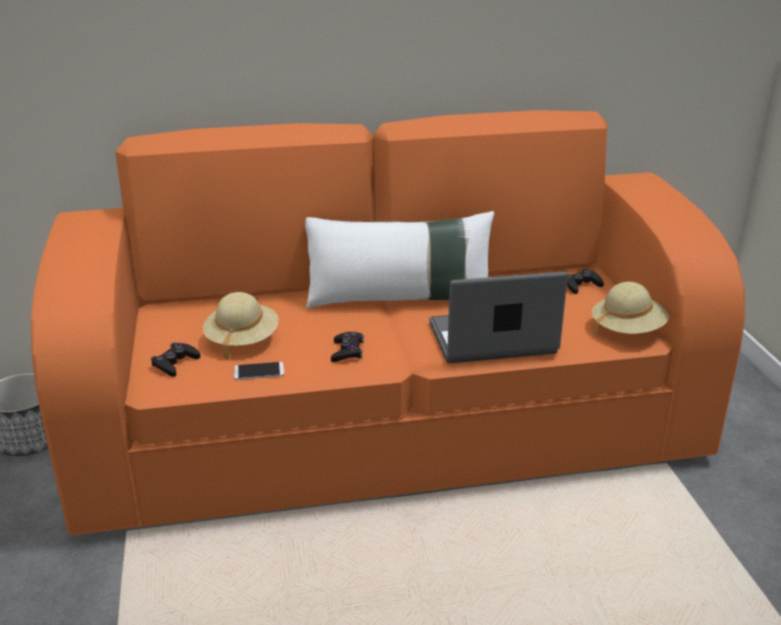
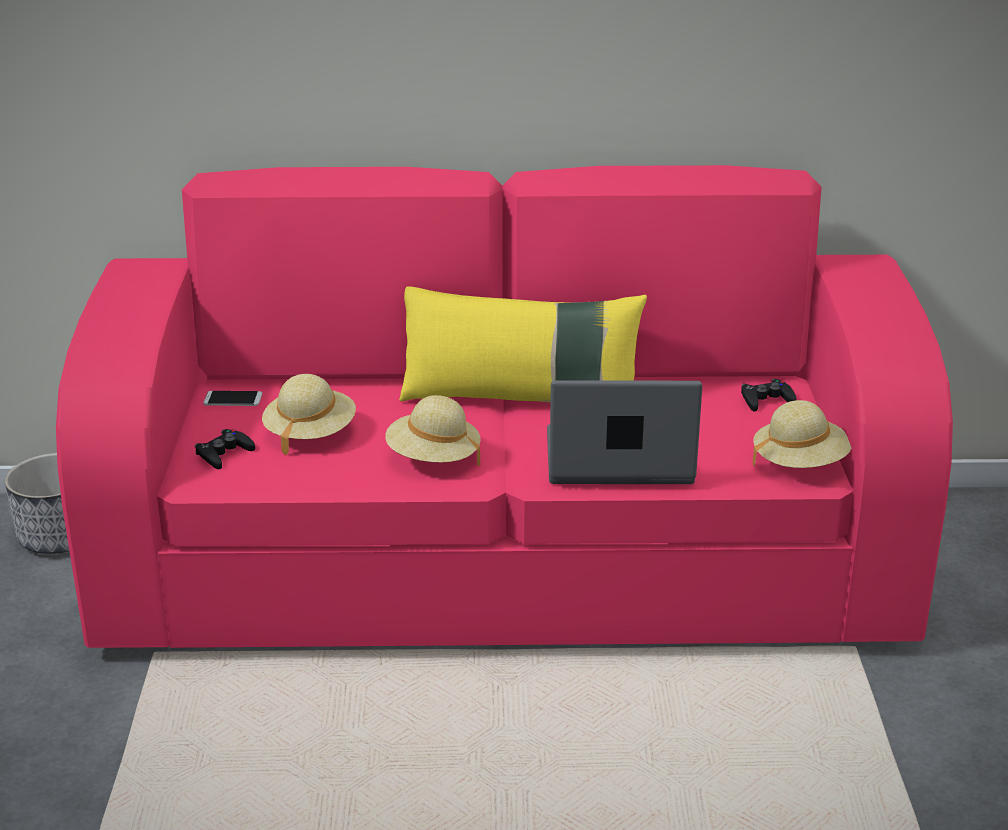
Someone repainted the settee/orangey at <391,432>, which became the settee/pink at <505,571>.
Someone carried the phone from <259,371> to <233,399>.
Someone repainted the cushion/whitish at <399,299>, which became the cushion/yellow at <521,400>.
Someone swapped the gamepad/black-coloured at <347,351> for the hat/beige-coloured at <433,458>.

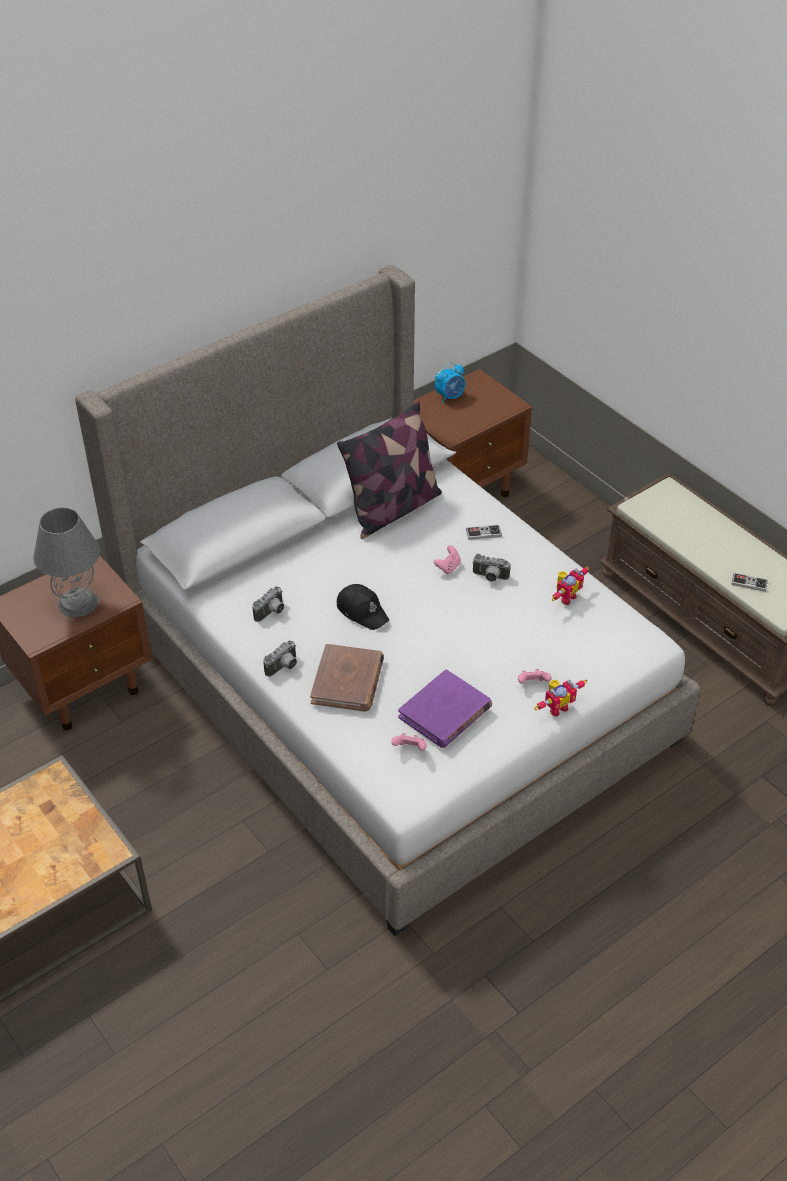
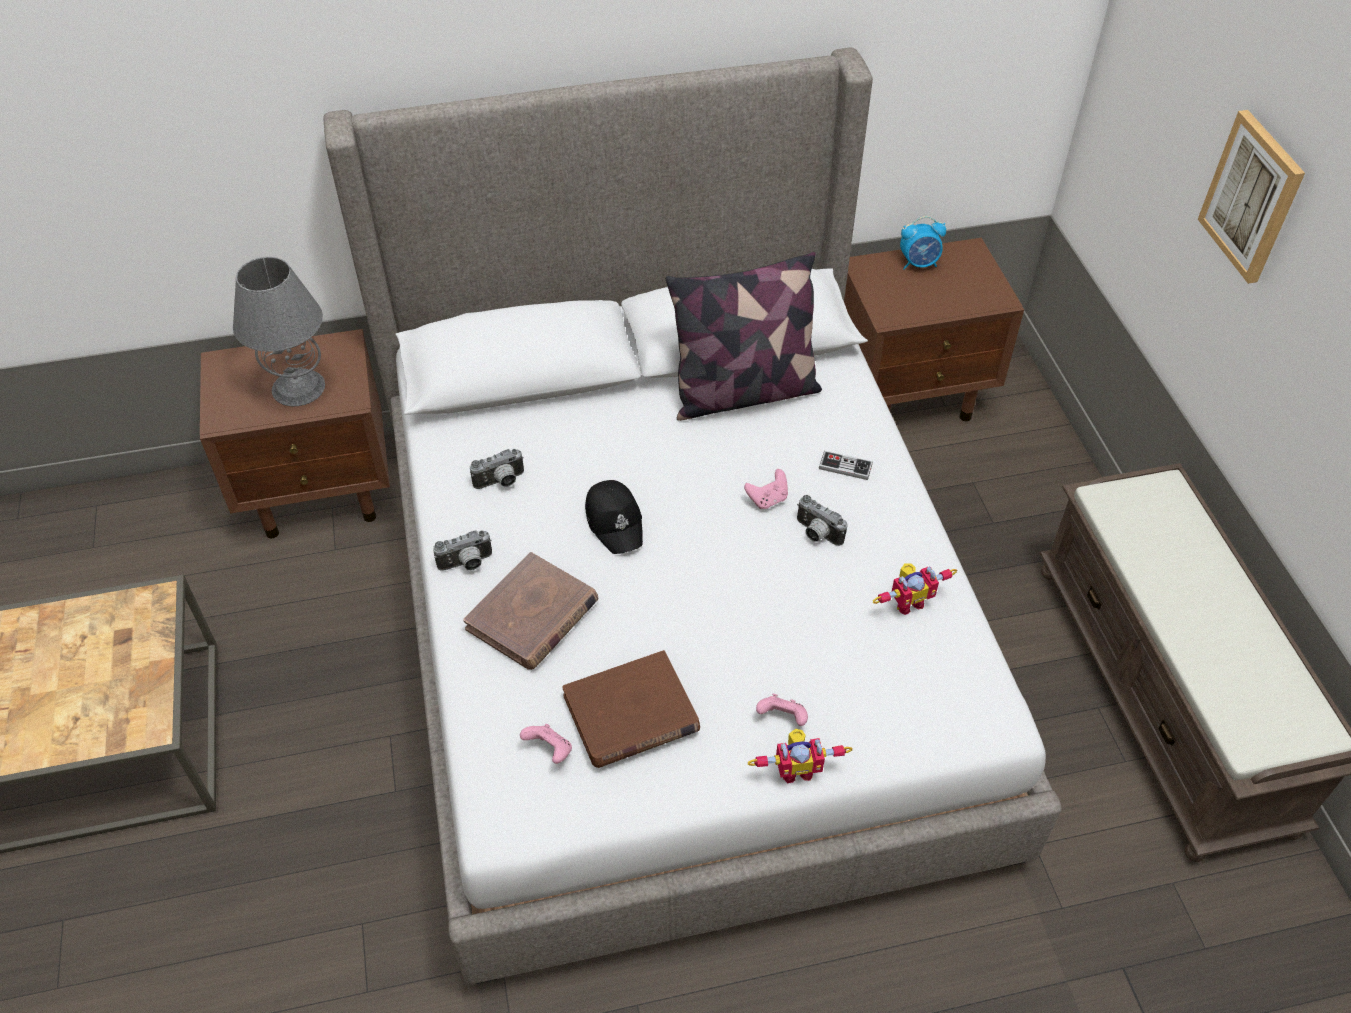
Someone repainted the bound book/purple at <445,712>, which became the bound book/brown at <631,714>.
Someone took away the gamepad at <749,583>.
Someone put up the picture at <1252,197>.

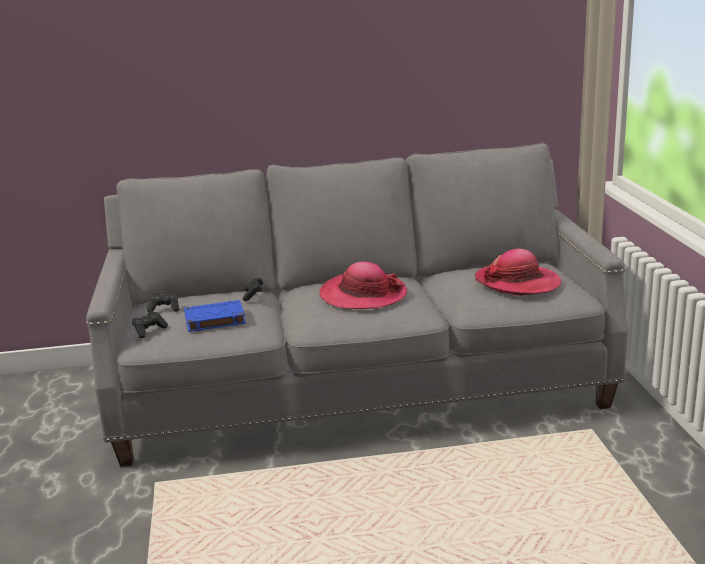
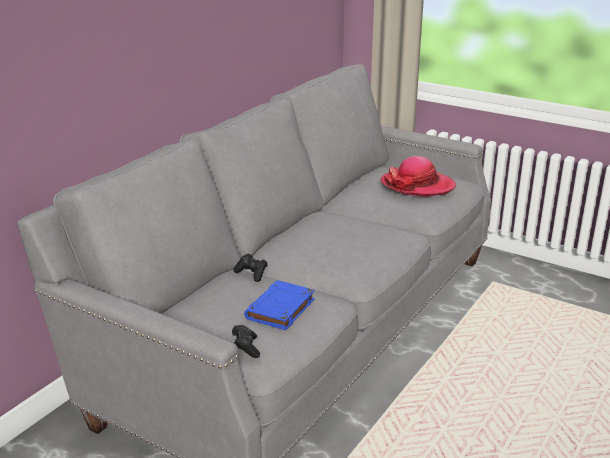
Someone took away the gamepad/black-coloured at <164,309>.
Someone took away the hat at <363,295>.

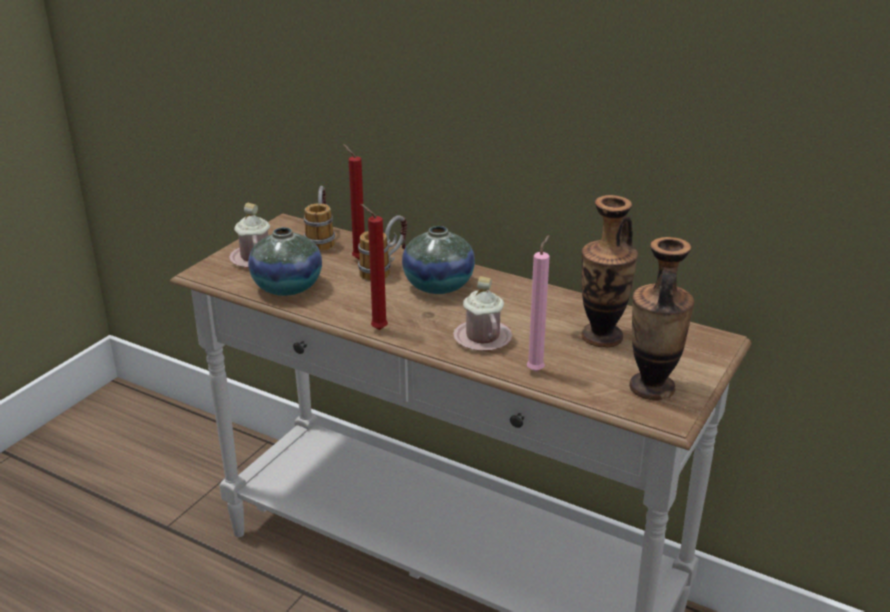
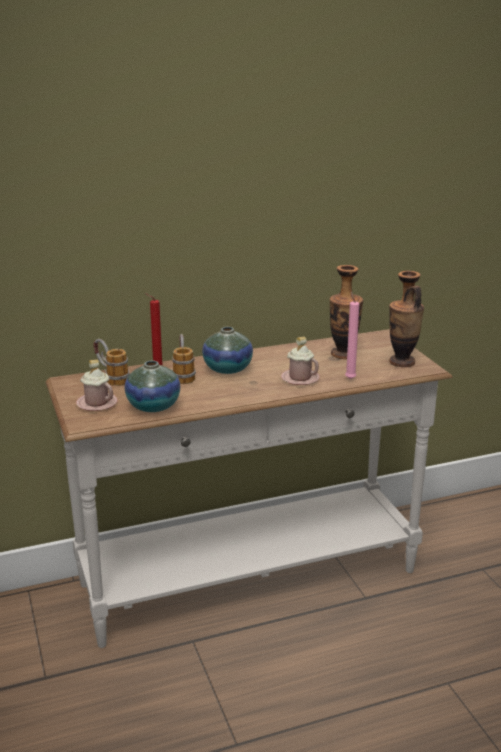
Someone took away the candle/red-coloured at <376,329>.

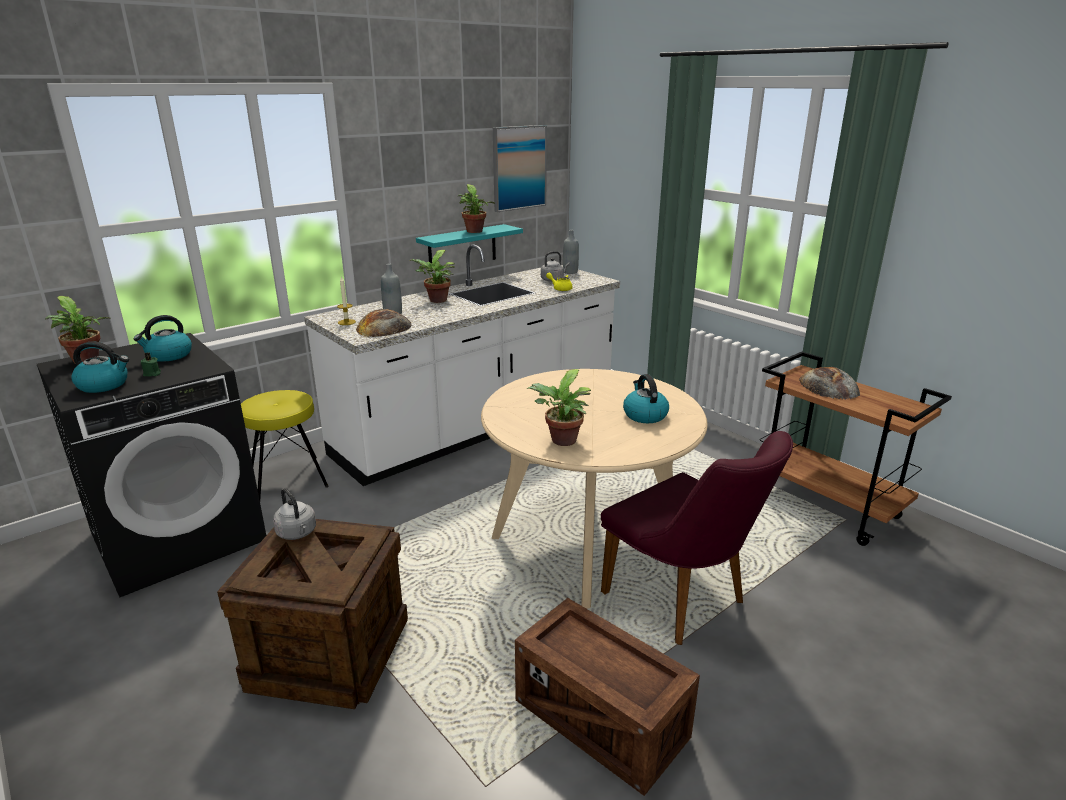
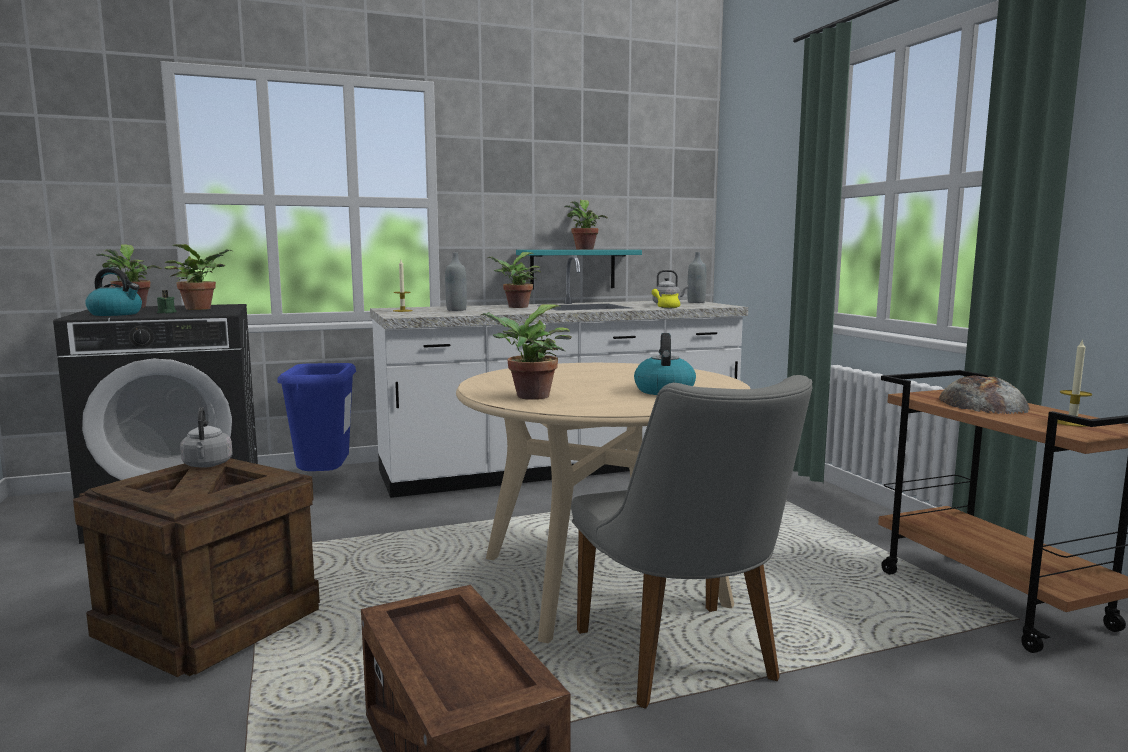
Someone swapped the water kettle at <168,355> for the plant in a pot at <201,308>.
Someone swapped the sitting stool/yellow at <289,479> for the waste bin/blue at <324,483>.
Someone took away the bread at <384,327>.
Someone took away the picture at <519,168>.
Someone repainted the plain chair/purple at <683,602>, which became the plain chair/greyish at <685,663>.
Someone put down the candle at <1072,423>.

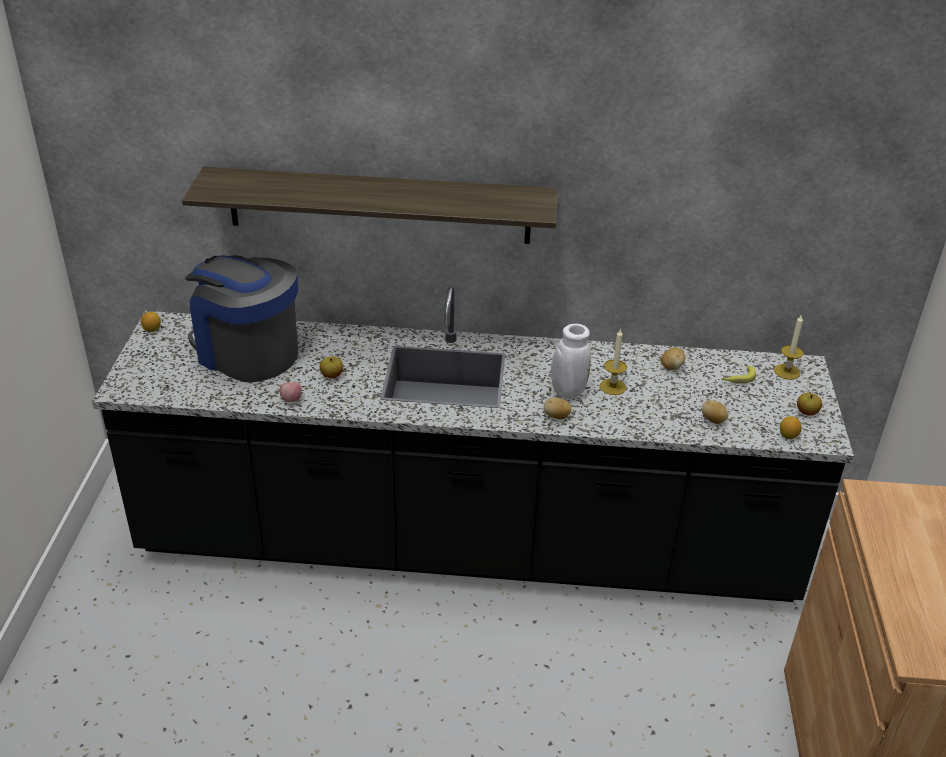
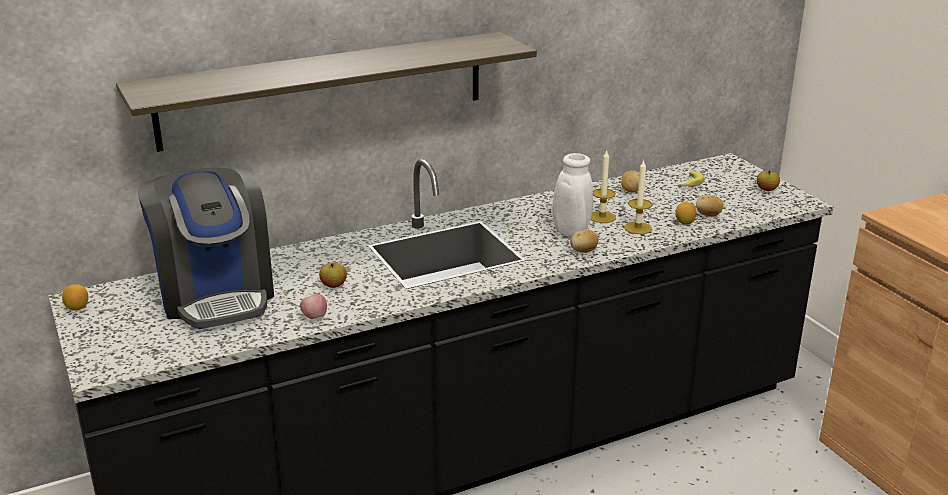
Someone rotated the coffee maker at <246,352> by 120 degrees counterclockwise.
Someone carried the candle from <787,372> to <638,228>.
Someone carried the whole lemon from <788,436> to <684,223>.

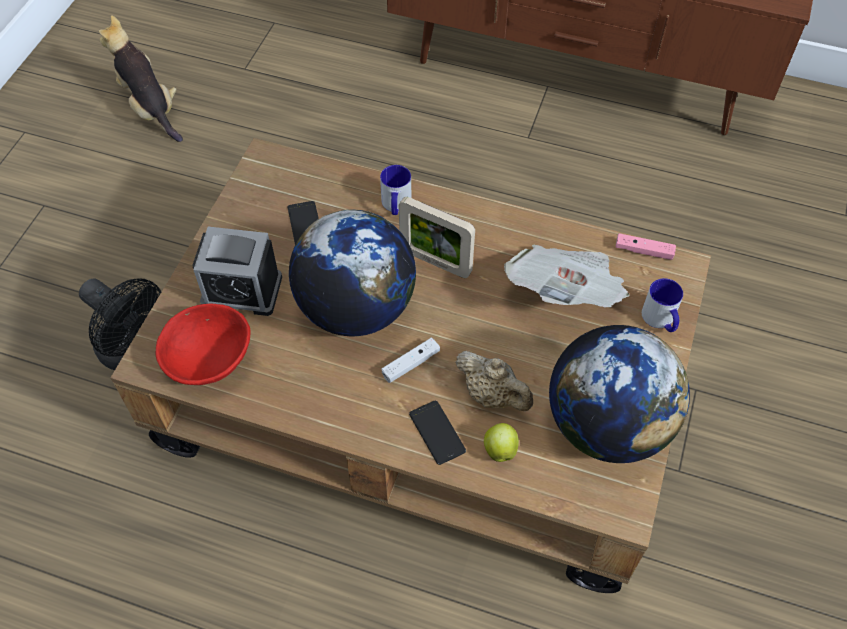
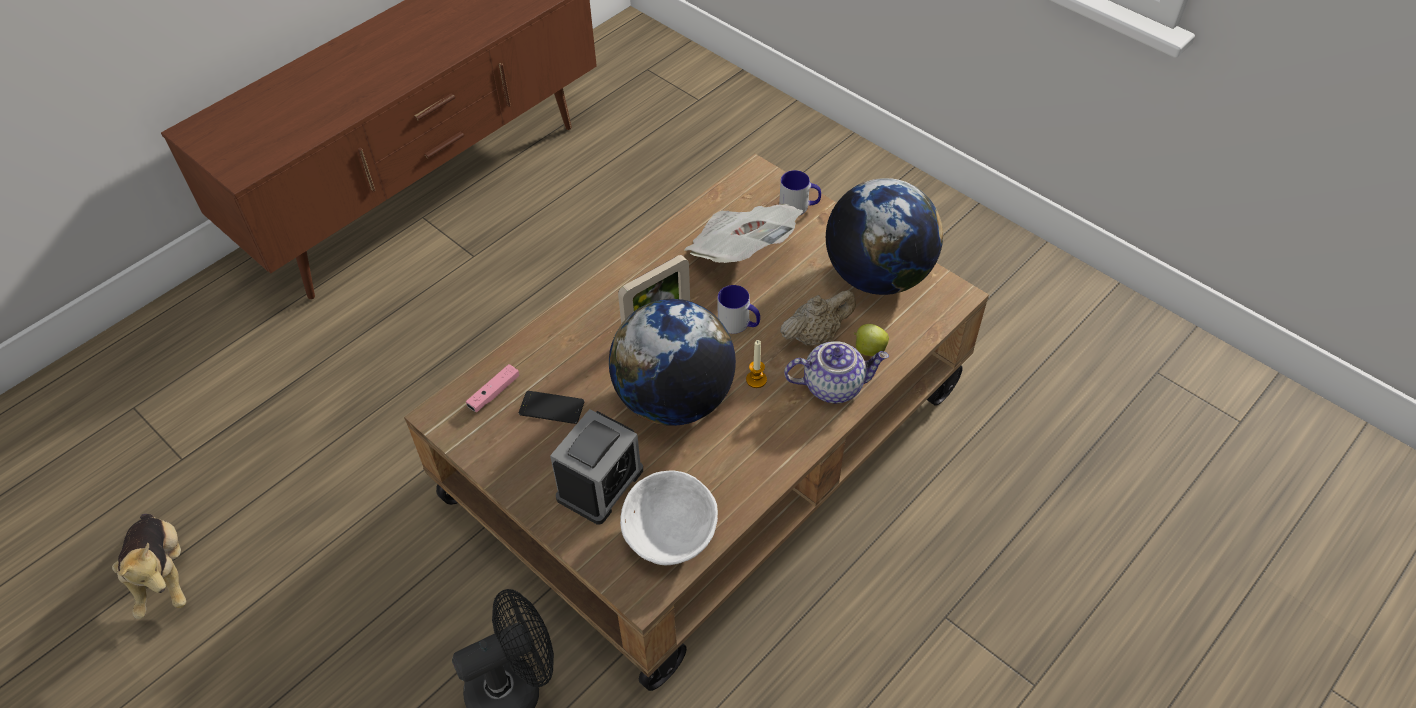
Someone rotated the cuddly toy at <150,108> by 105 degrees counterclockwise.
Someone repainted the serving bowl/red-coloured at <210,361>, which became the serving bowl/whitish at <670,534>.
Someone carried the mug from <396,205> to <739,324>.
Someone swapped the gamepad/whitish at <411,364> for the candle at <756,380>.
Someone swapped the phone at <437,432> for the teapot at <833,385>.
Someone carried the gamepad/pink from <643,251> to <494,393>.

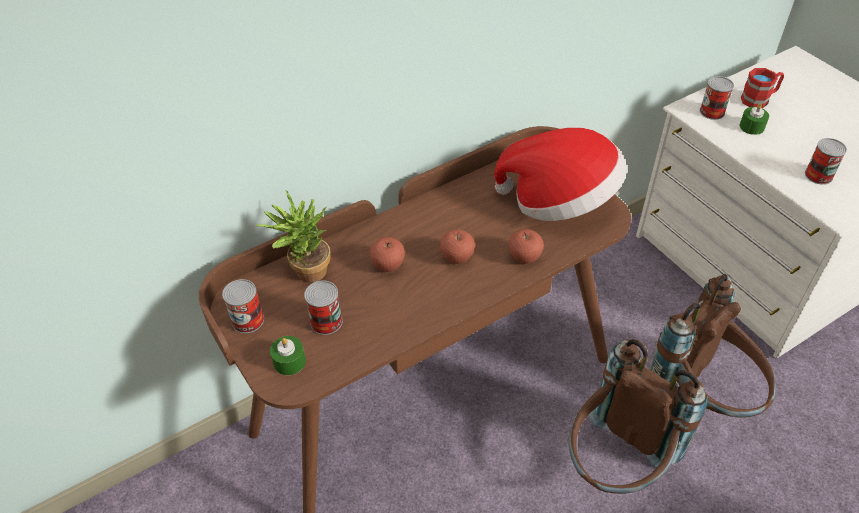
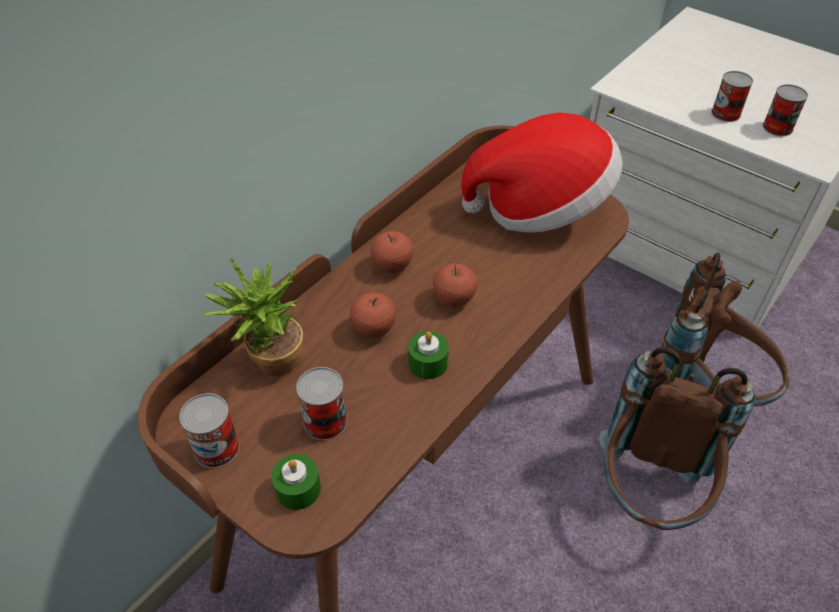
Someone carried the apple fruit from <524,257> to <392,266>.
Someone carried the can from <712,112> to <725,113>.
Someone carried the candle/green-coloured from <752,127> to <428,363>.
Someone took away the mug/red-coloured at <759,99>.

